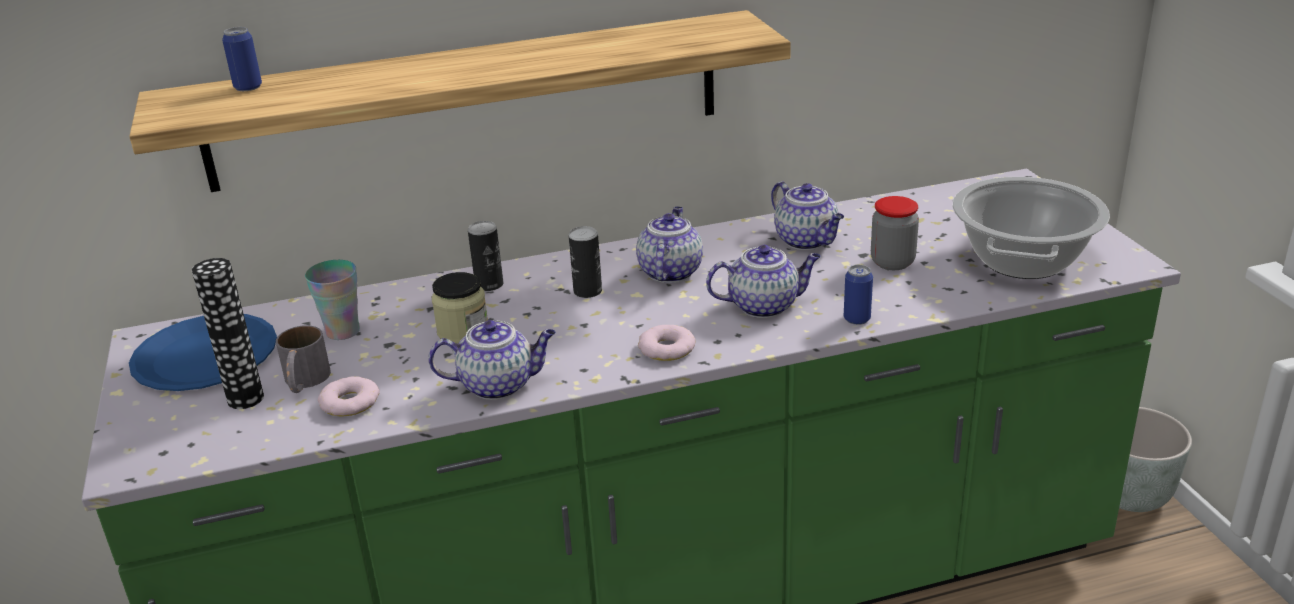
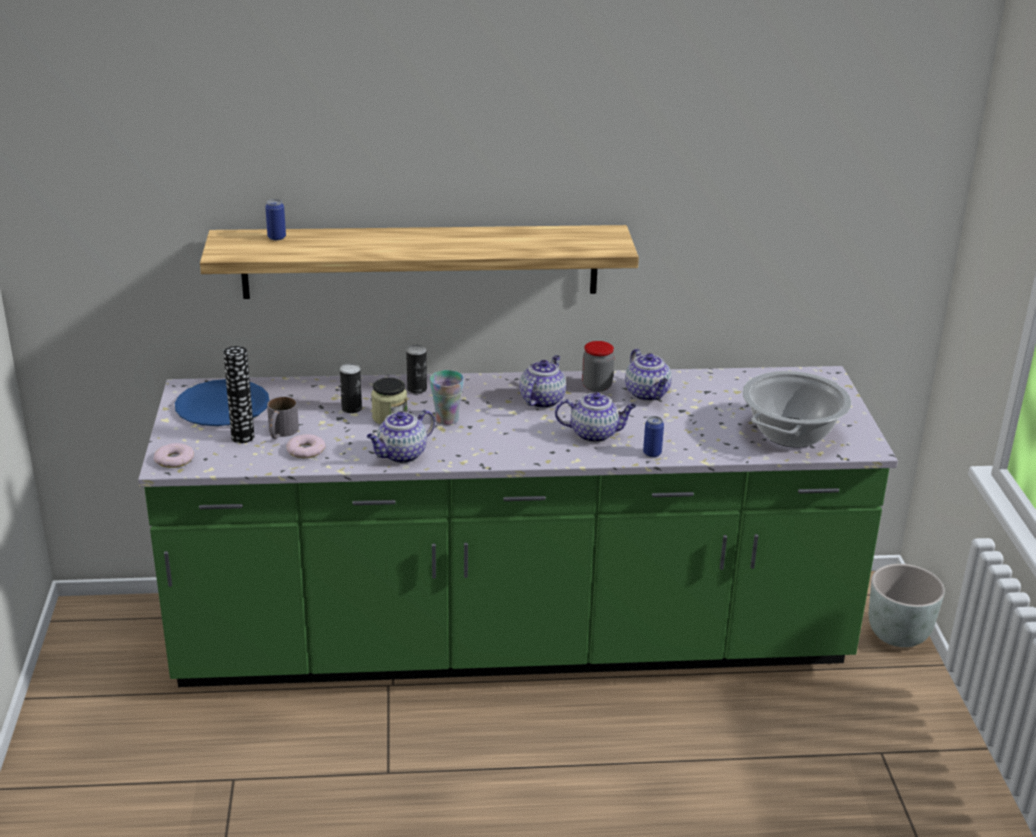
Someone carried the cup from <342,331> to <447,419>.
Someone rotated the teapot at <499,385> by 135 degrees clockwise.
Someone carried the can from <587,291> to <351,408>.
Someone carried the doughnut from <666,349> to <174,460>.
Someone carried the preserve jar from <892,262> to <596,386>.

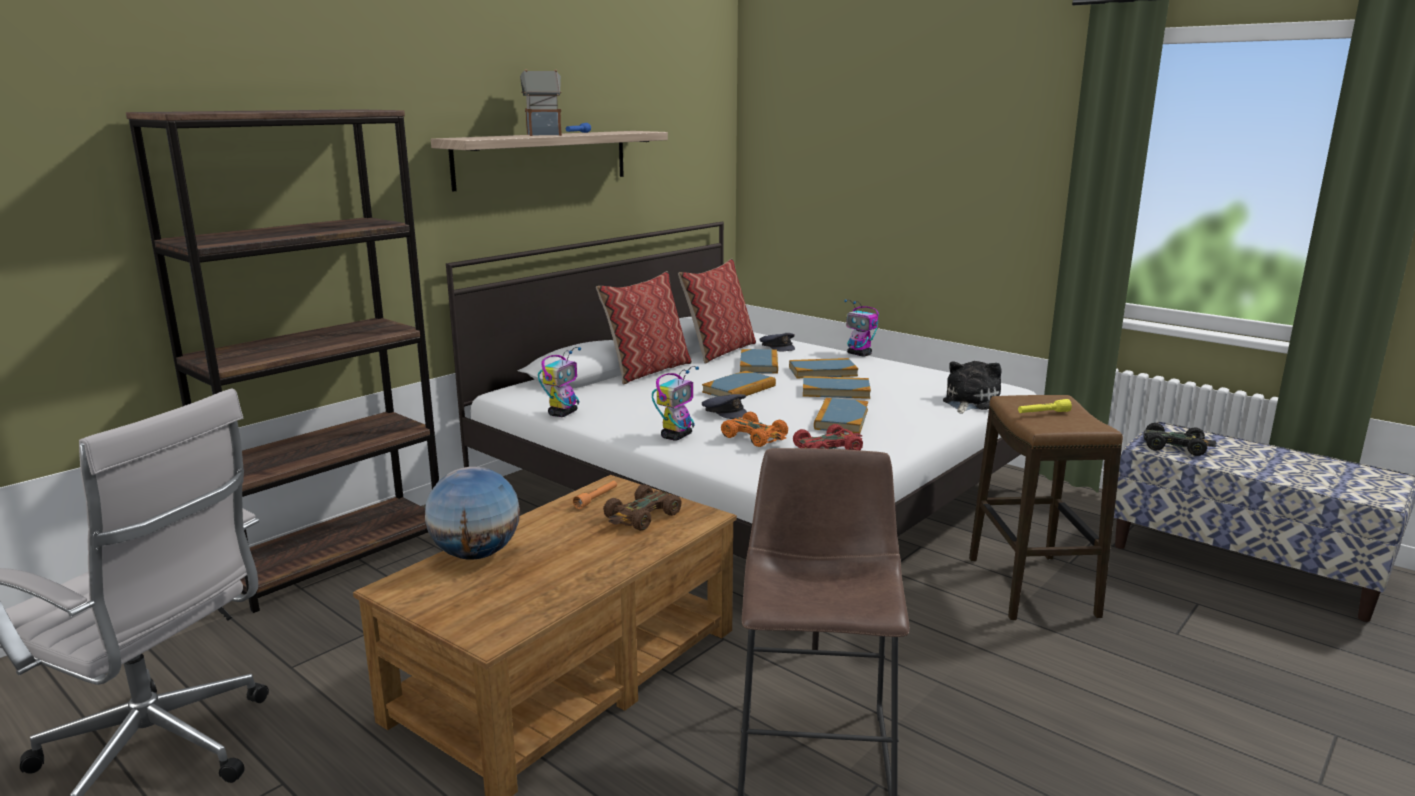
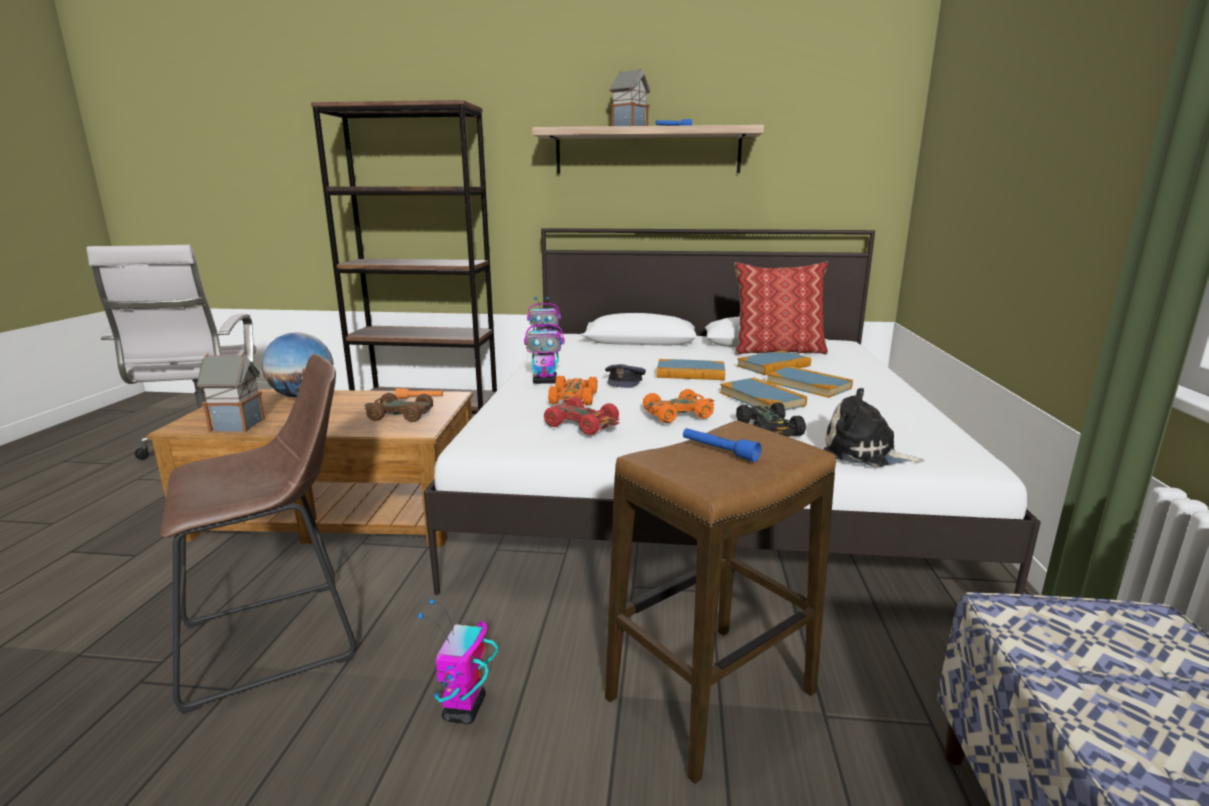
Someone took away the cushion at <647,371>.
Someone took away the peaked cap/greyish at <778,347>.
Someone swapped the bound book at <841,419> for the toy car/orangey at <678,414>.
Someone carried the toy robot from <859,354> to <464,710>.
Someone rotated the cuddly toy at <969,402> by 150 degrees counterclockwise.
Someone repainted the flashlight/yellow at <1043,413>, which became the flashlight/blue at <719,451>.
Someone carried the toy car/black-coloured from <1175,447> to <770,430>.
Someone put down the miniature house at <239,425>.

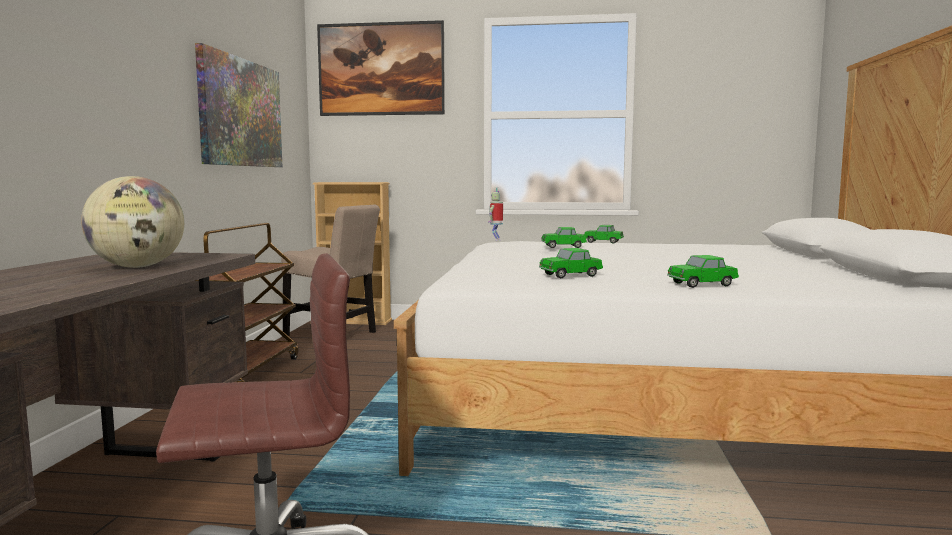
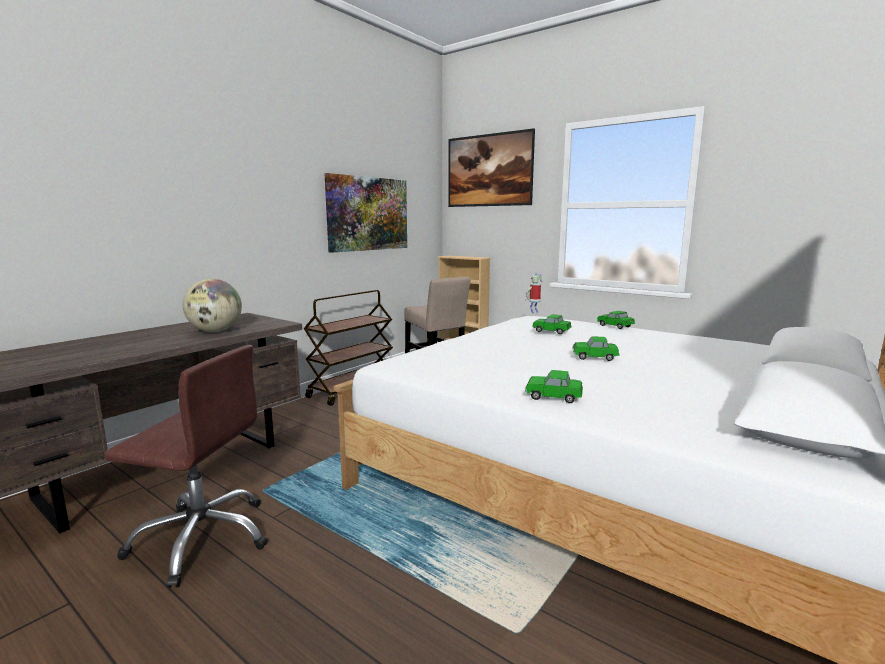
Someone carried the toy car from <570,275> to <594,357>.

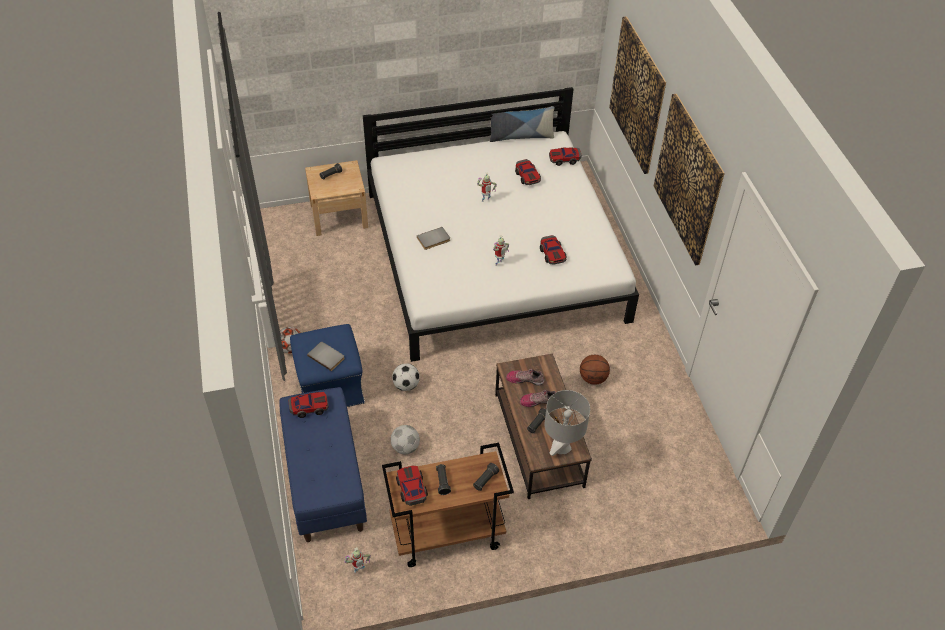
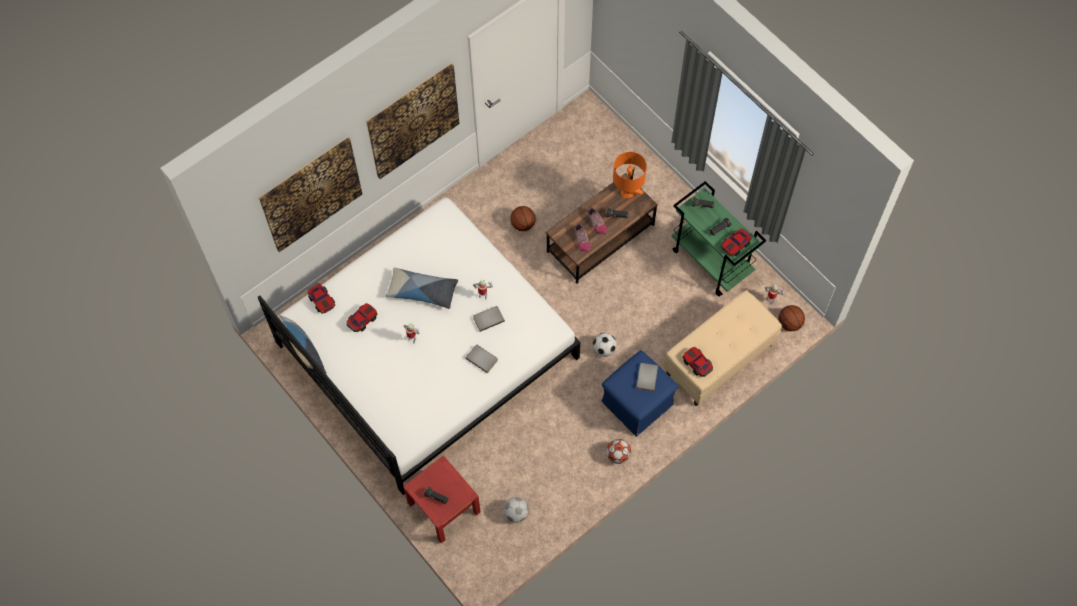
Someone repainted the long seat/blue at <324,480>, which became the long seat/beige-coloured at <718,360>.
Someone repainted the night table/beige-coloured at <339,215>, which became the night table/red-coloured at <444,507>.
Someone repainted the cart/brown at <446,535>, which became the cart/green-coloured at <711,261>.
Someone carried the football from <405,447> to <516,514>.
Someone took away the toy car at <552,254>.
Someone repainted the tabletop lamp/greyish at <562,447>, which became the tabletop lamp/orangey at <627,193>.
Someone put down the cushion at <422,291>.
Someone put down the bound book/greyish at <488,318>.
Someone put down the basketball ball at <789,323>.

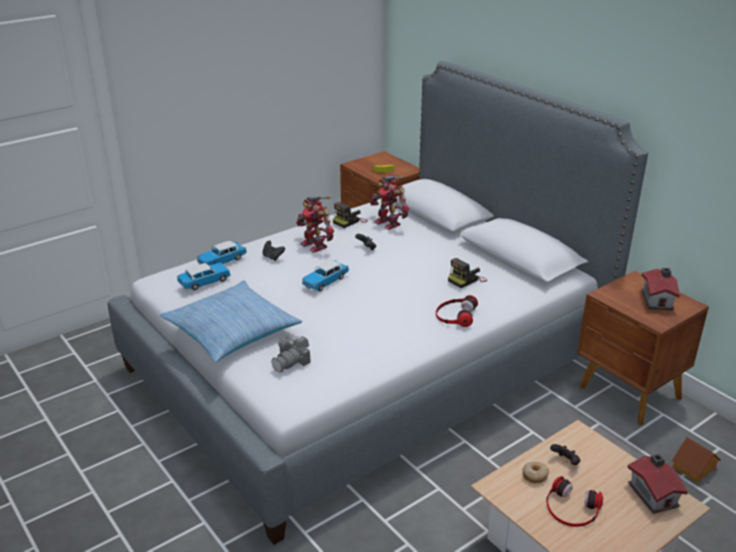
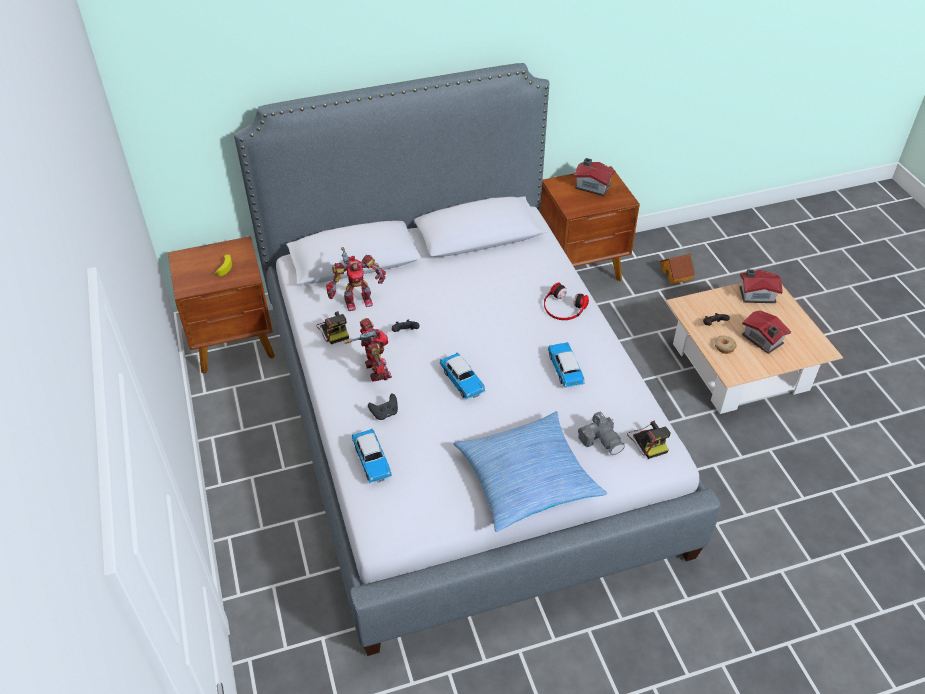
Someone carried the toy car from <205,282> to <565,369>.
Someone rotated the toy robot at <315,245> by 90 degrees counterclockwise.
Someone carried the still camera from <466,280> to <648,441>.
Someone swapped the headset at <571,508> for the miniature house at <762,340>.

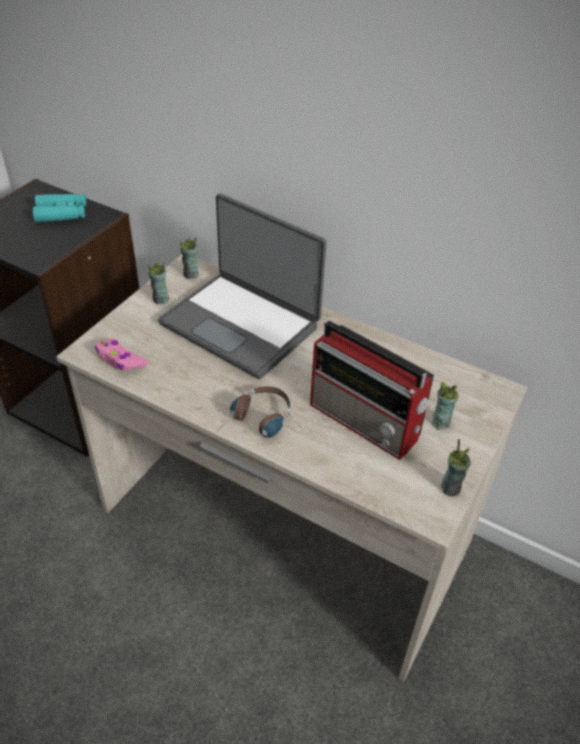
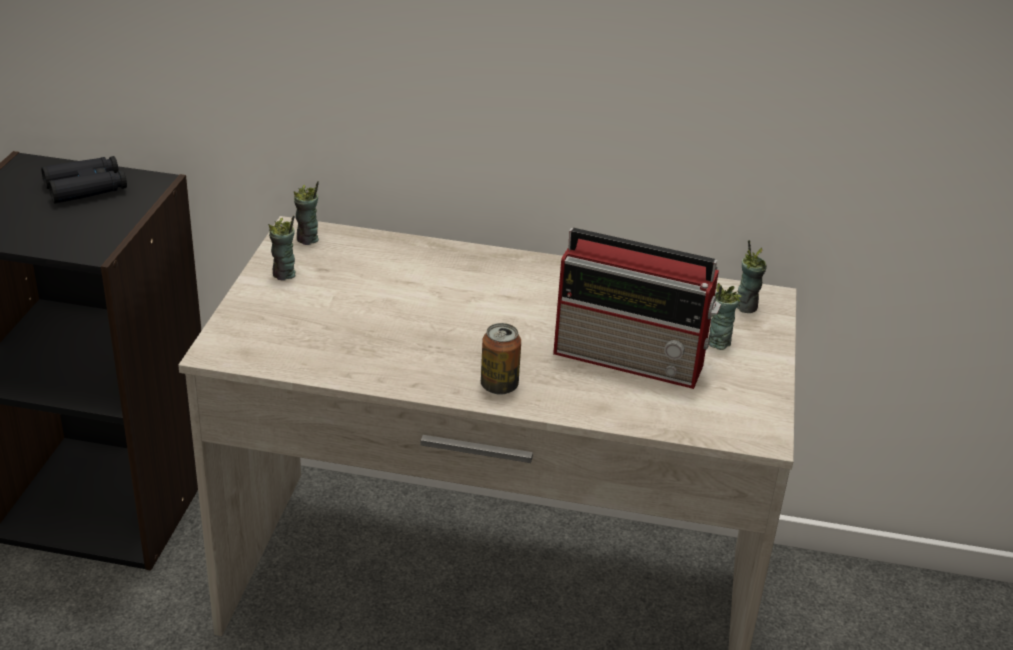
Someone repainted the binoculars/turquoise-coloured at <61,213>, which became the binoculars/black-coloured at <86,188>.
Someone took away the gamepad/pink at <120,360>.
Someone took away the laptop at <241,324>.
Someone swapped the headset at <256,423> for the can at <499,386>.
Someone carried the cup from <450,488> to <746,306>.

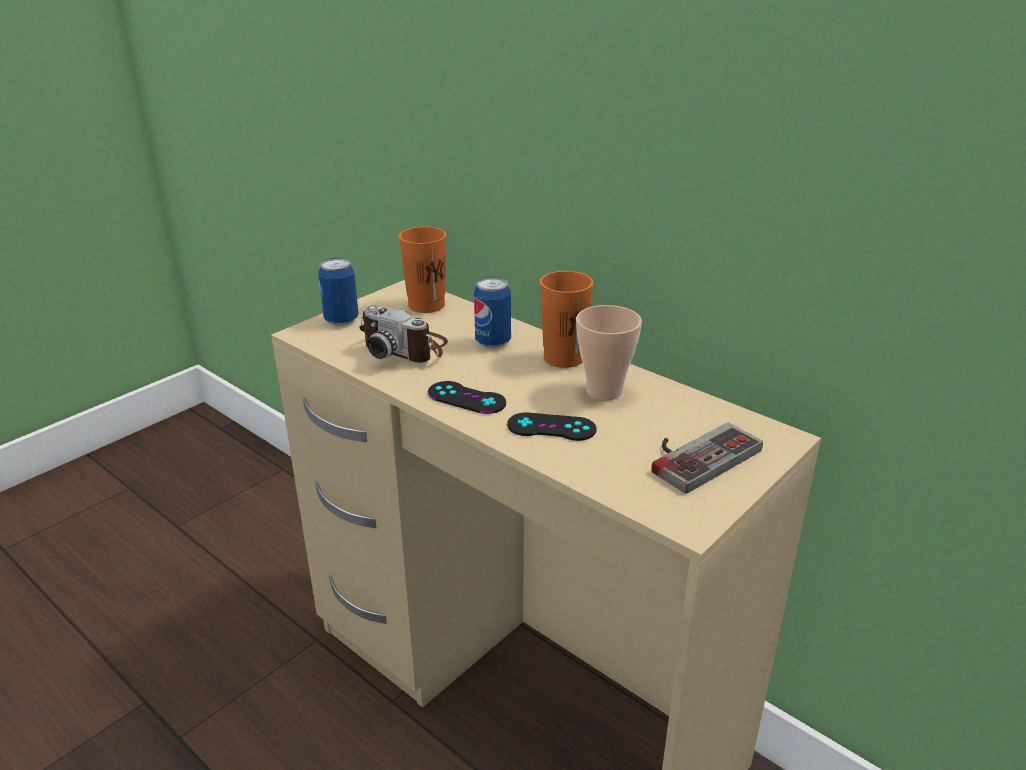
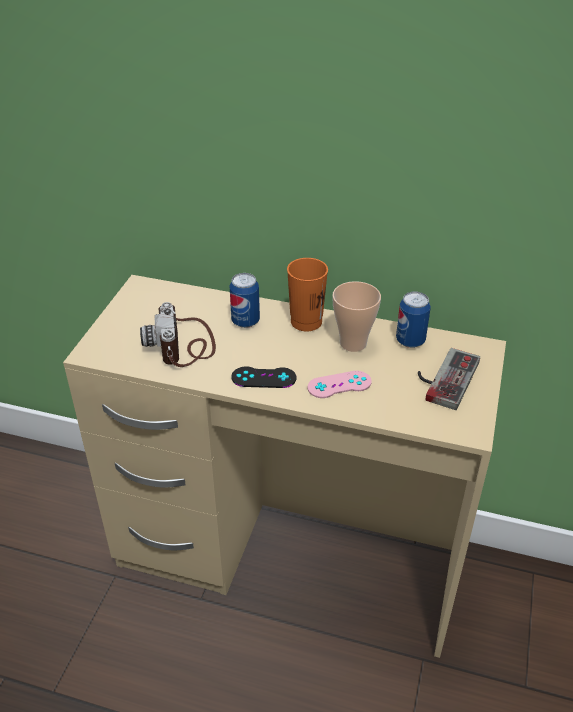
Someone carried the can from <341,320> to <410,341>.
Someone rotated the still camera at <405,347> by 75 degrees clockwise.
Someone took away the cup/orangey at <426,305>.
Someone repainted the gamepad/black-coloured at <551,427>, which became the gamepad/pink at <339,385>.

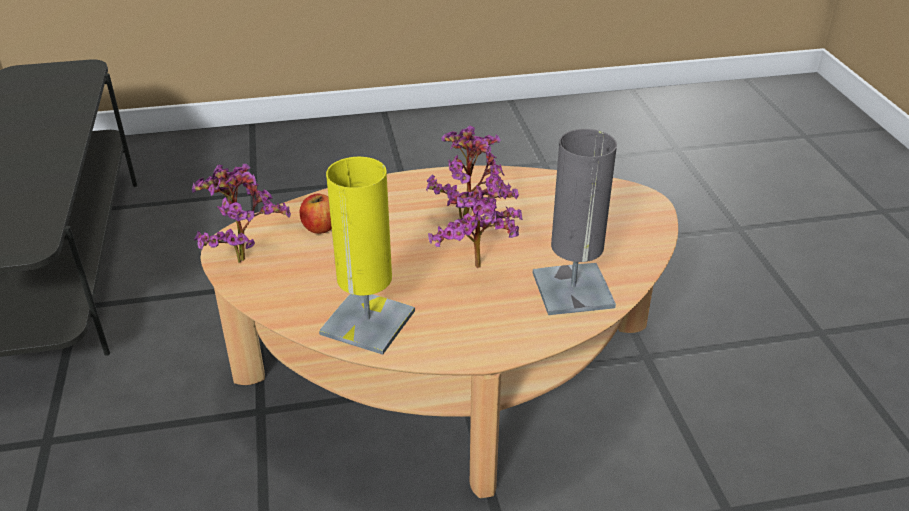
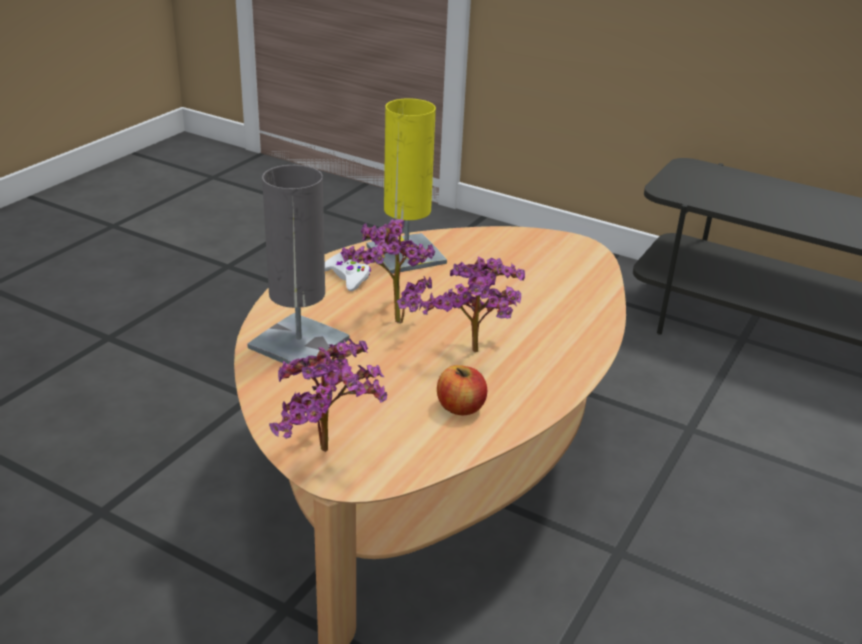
Someone carried the plant in a pot from <243,256> to <330,454>.
Someone carried the apple fruit from <320,227> to <460,407>.
Someone put down the gamepad/whitish at <347,277>.

